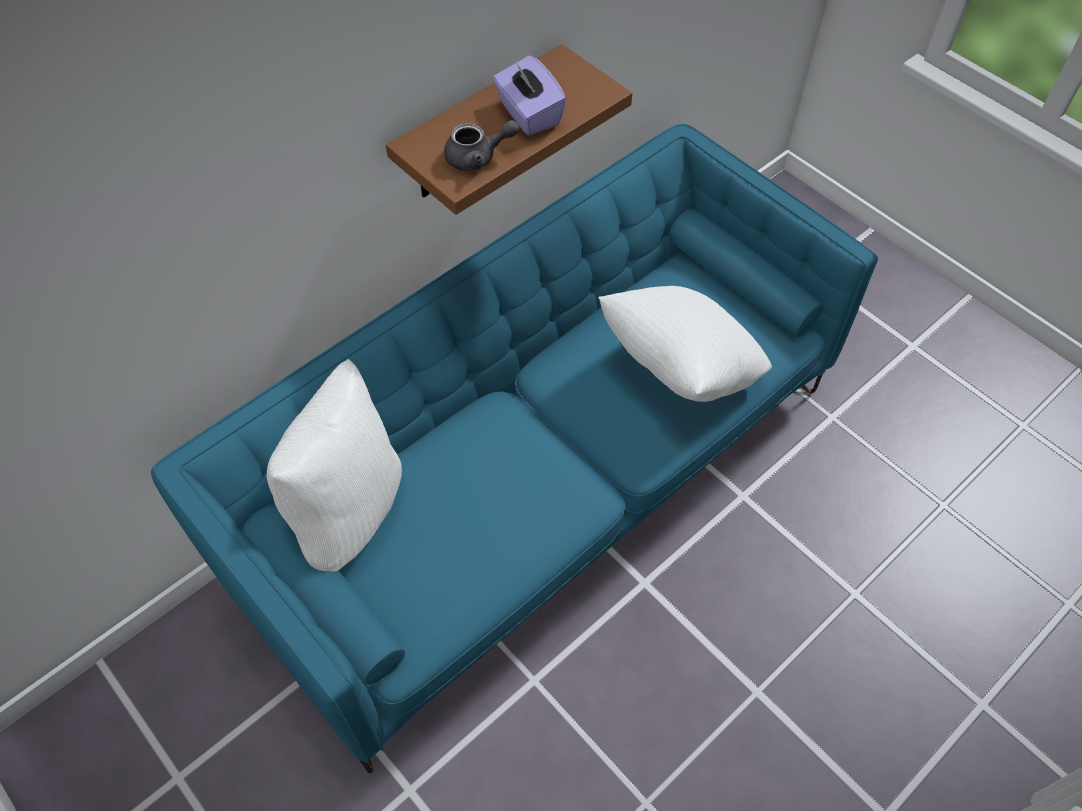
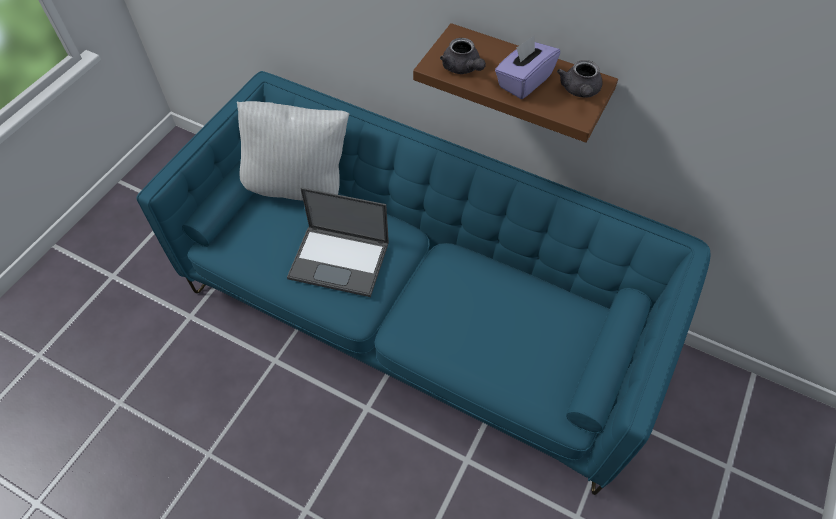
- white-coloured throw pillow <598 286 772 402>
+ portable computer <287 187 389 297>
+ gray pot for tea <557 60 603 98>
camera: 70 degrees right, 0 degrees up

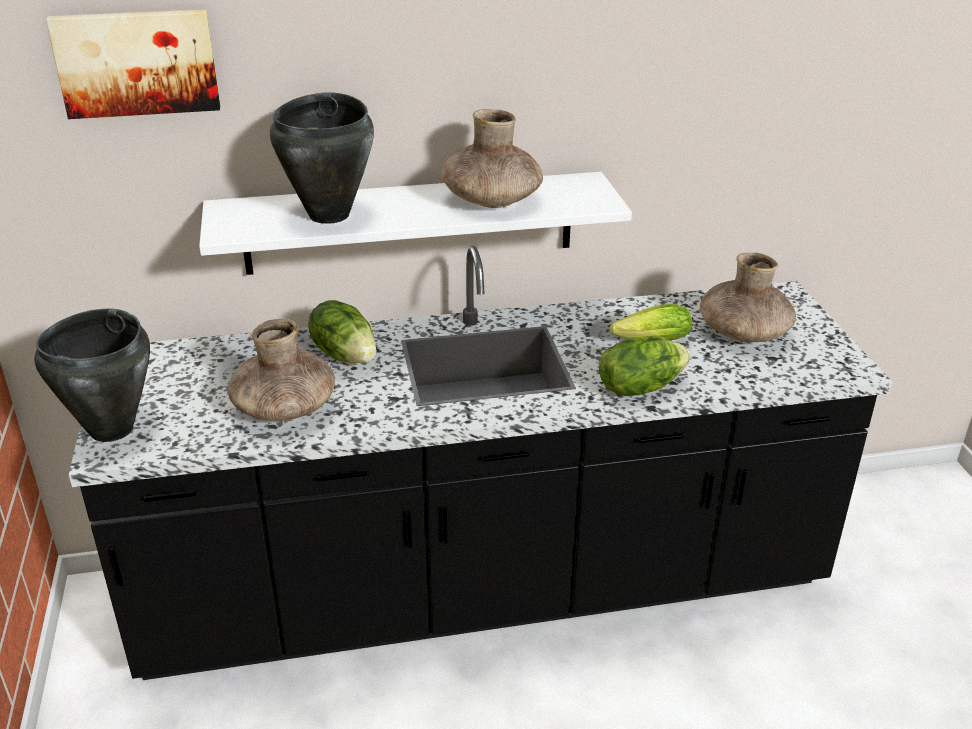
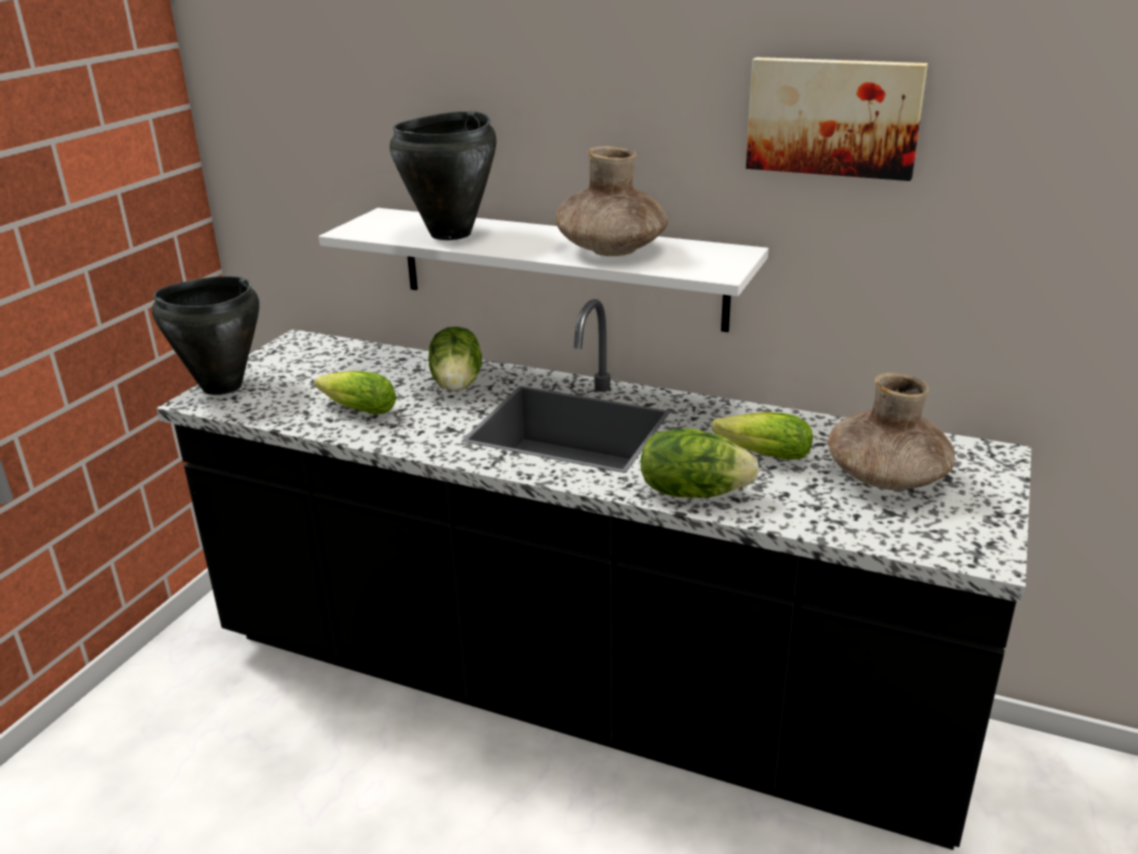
~ wall art <46 9 220 119> to <746 57 928 181>
~ brownish vase <227 318 335 421> to lettuce <314 371 396 415>
camera: 35 degrees right, 5 degrees down

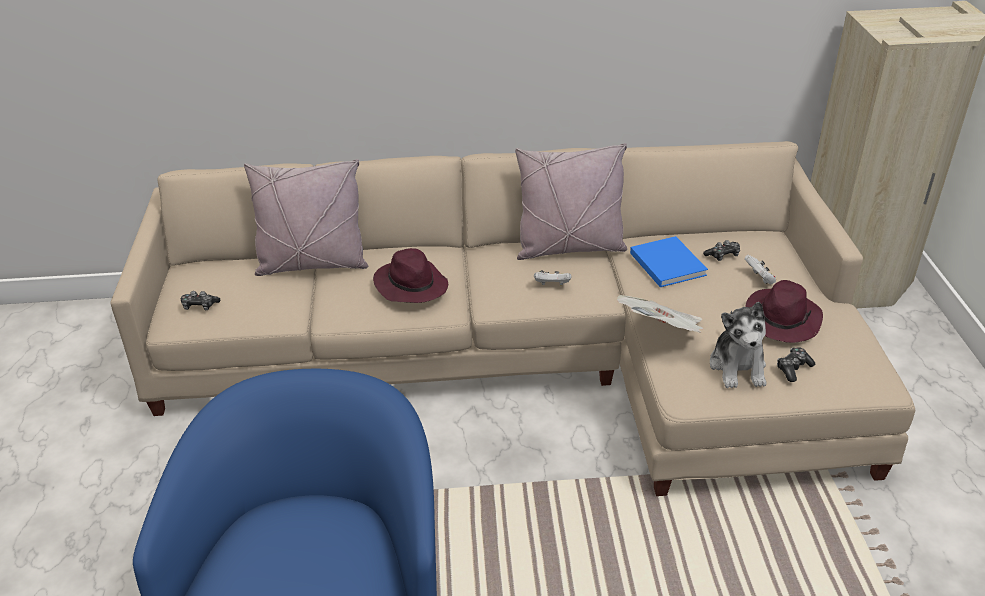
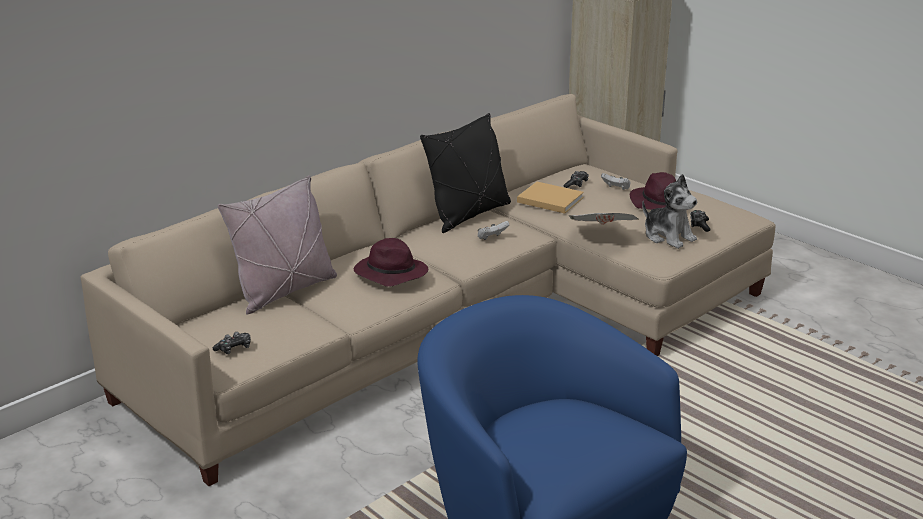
~ purple-coloured throw pillow <515 143 627 260> to blackish throw pillow <420 113 511 233>
~ blue-coloured bound book <630 236 708 287> to beige bound book <517 182 584 214>
camera: 40 degrees left, 10 degrees down

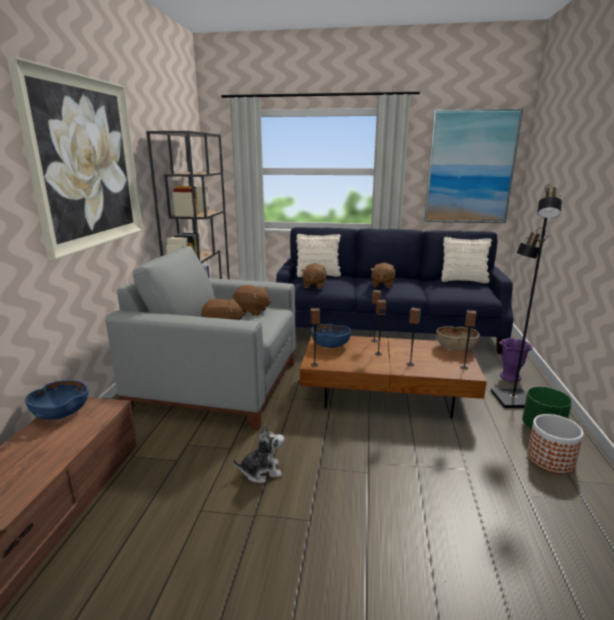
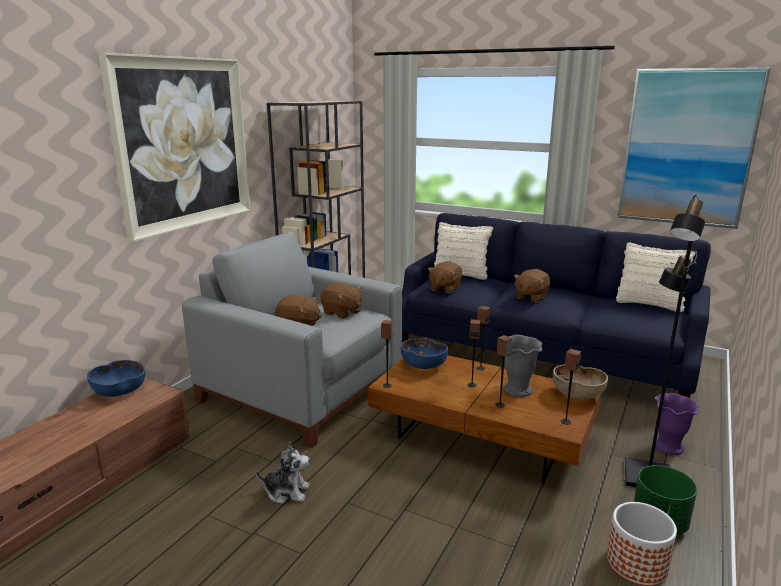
+ gray vase <504 335 543 397>
camera: 20 degrees right, 0 degrees up

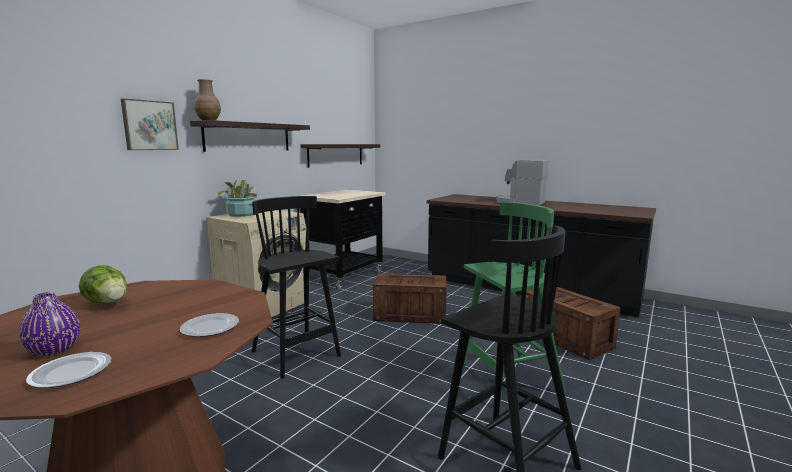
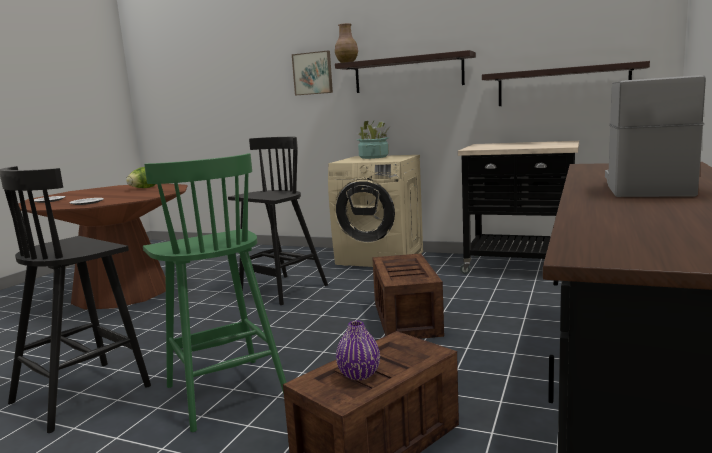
~ purple-coloured vase <19 292 80 356> to <336 321 380 380>
camera: 80 degrees right, 0 degrees up

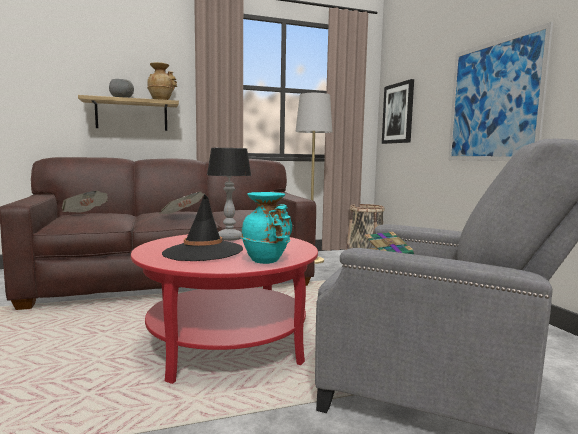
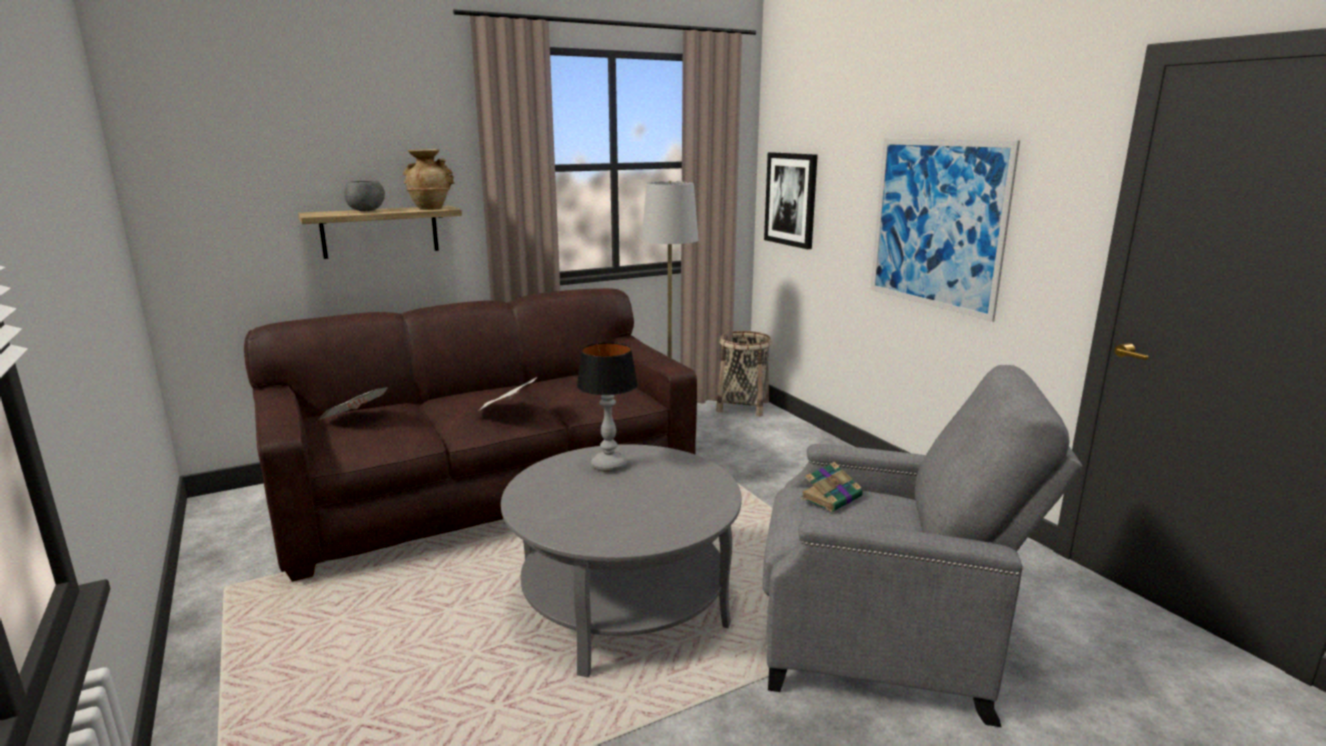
- blackish wearable hat <162 194 243 261>
- turquoise-coloured vase <240 192 292 264>
~ reddish coffee table <131 234 318 384> to gray coffee table <501 444 742 678>
camera: 10 degrees left, 10 degrees up

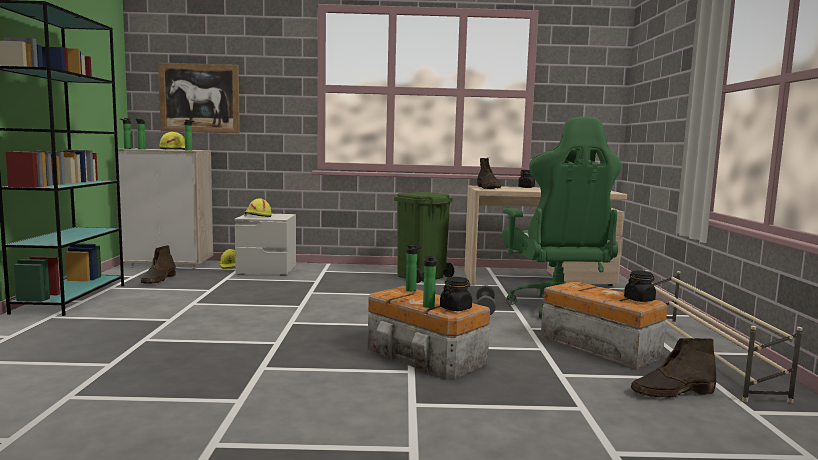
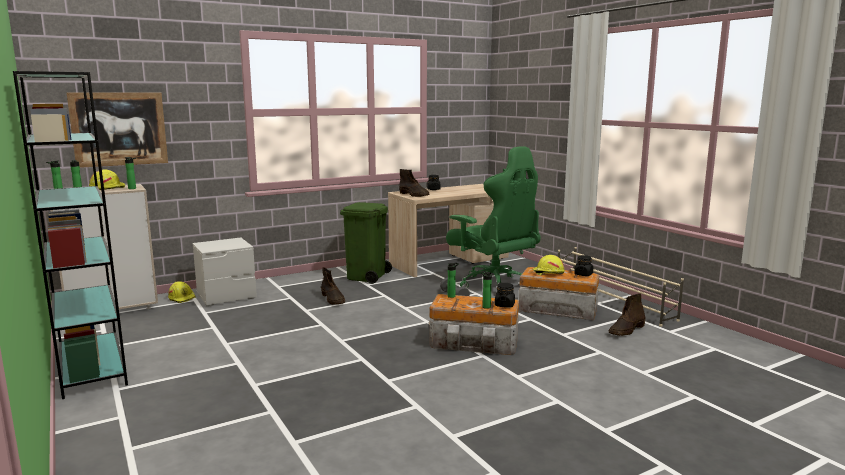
~ brownish tall boot <141 245 176 284> to <321 267 345 304>
~ yellow-coloured work helmet <244 198 272 217> to <532 255 565 275>
camera: 30 degrees left, 5 degrees up

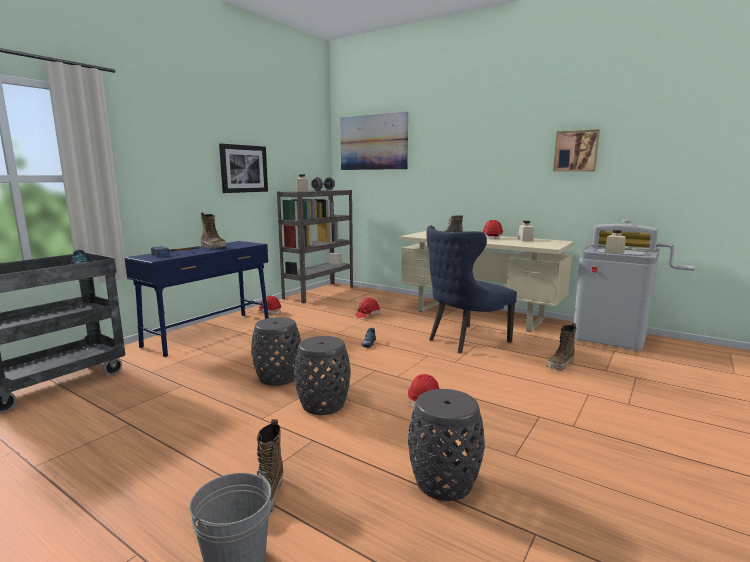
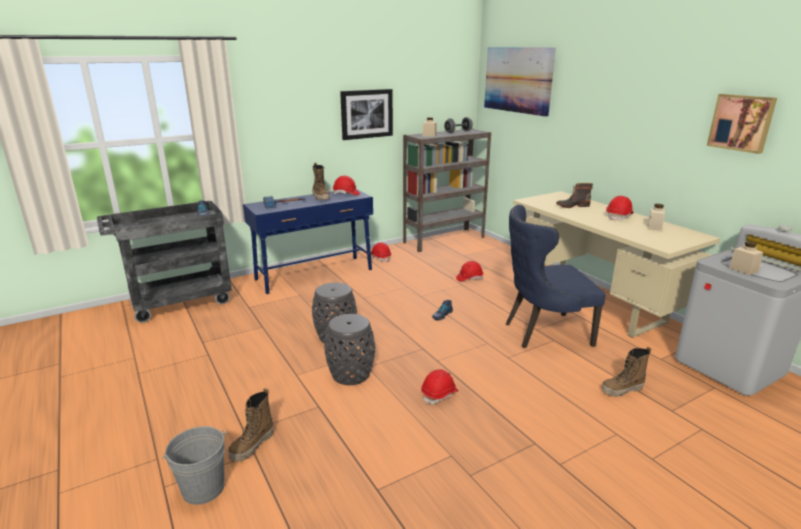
- gray sitting stool <408 389 485 501>
+ reddish work helmet <333 176 360 196>
camera: 25 degrees right, 10 degrees up

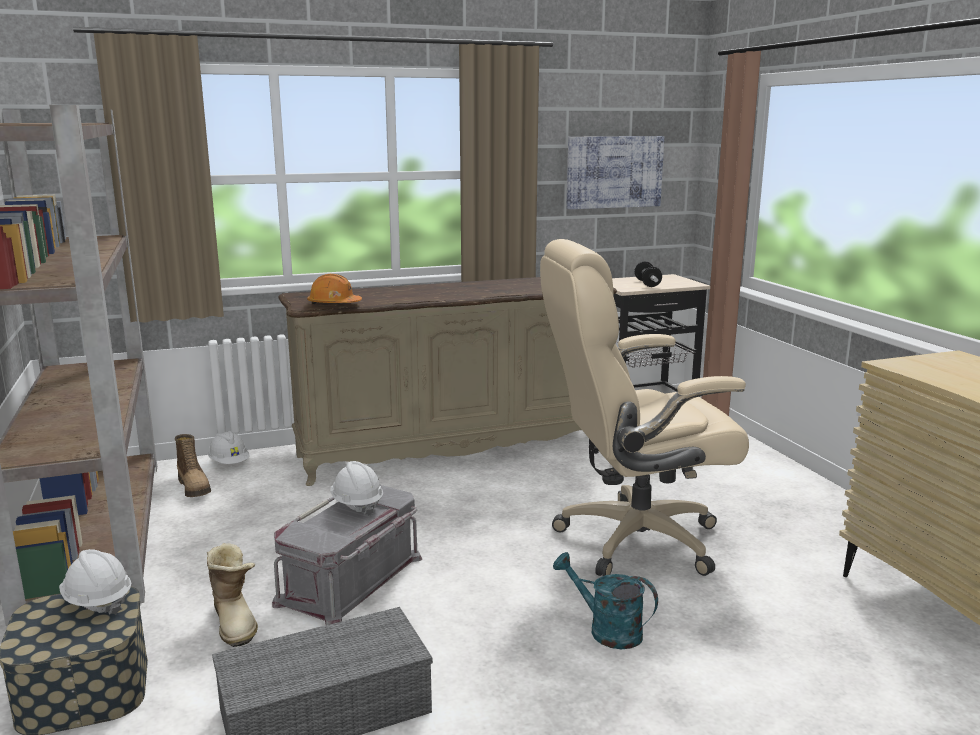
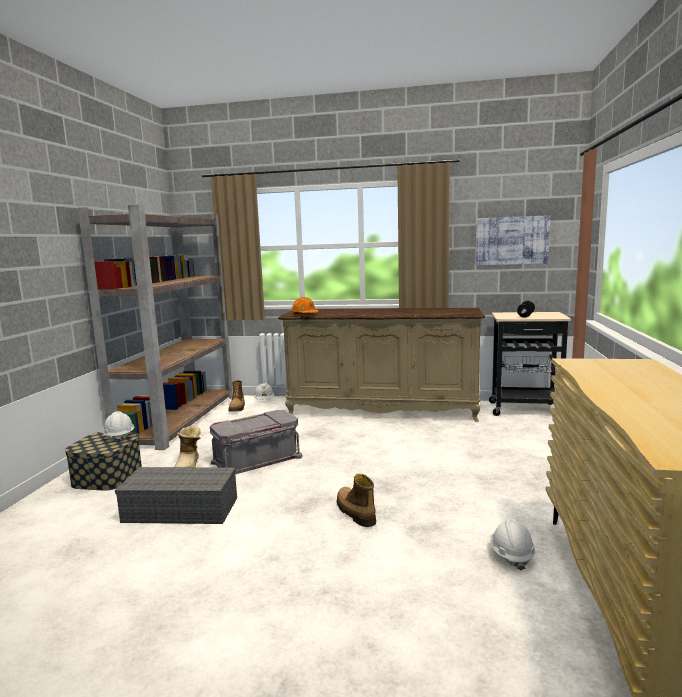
- beige computer chair <540 239 749 576>
~ white-coloured work helmet <330 461 383 516> to <490 518 535 571>
~ turquoise-coloured watering pot <553 552 658 649> to tall boot <337 474 376 527>
camera: 30 degrees right, 5 degrees down

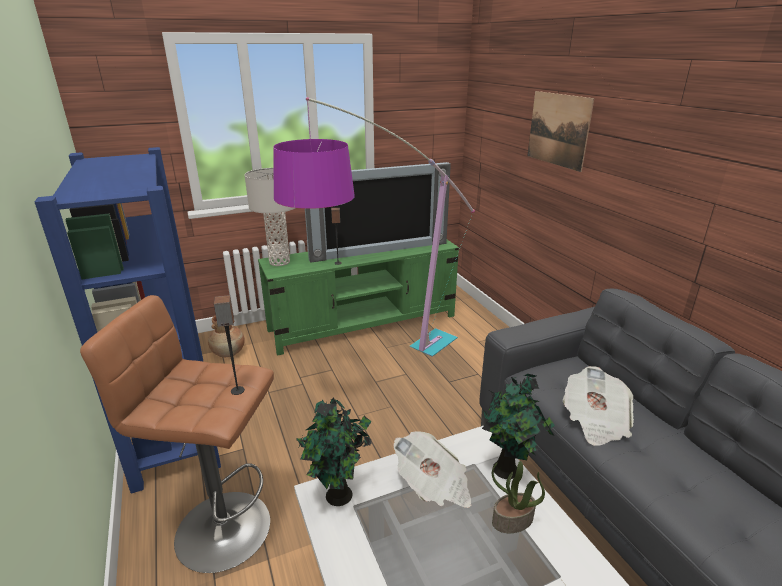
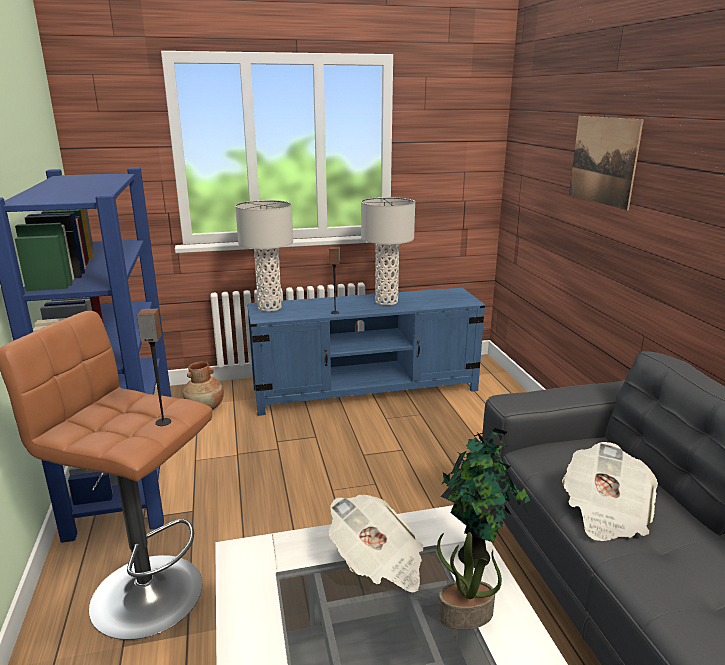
- standard lamp <273 97 475 357>
- houseplant <296 397 372 506>
~ TV set <305 162 451 263> to white-coloured tabletop lamp <361 197 415 305>
~ green-coloured media console <258 240 459 356> to blue-coloured media console <247 288 485 416>
camera: 10 degrees right, 5 degrees down

